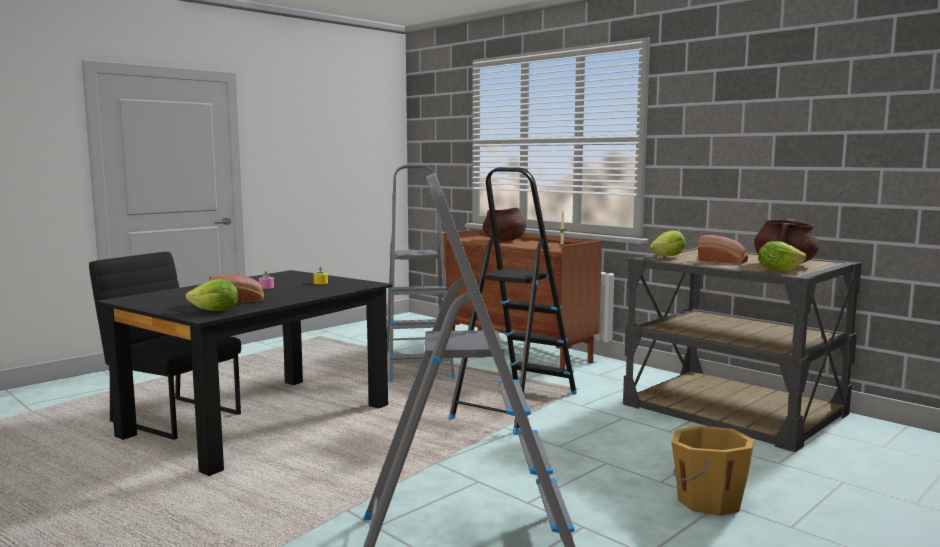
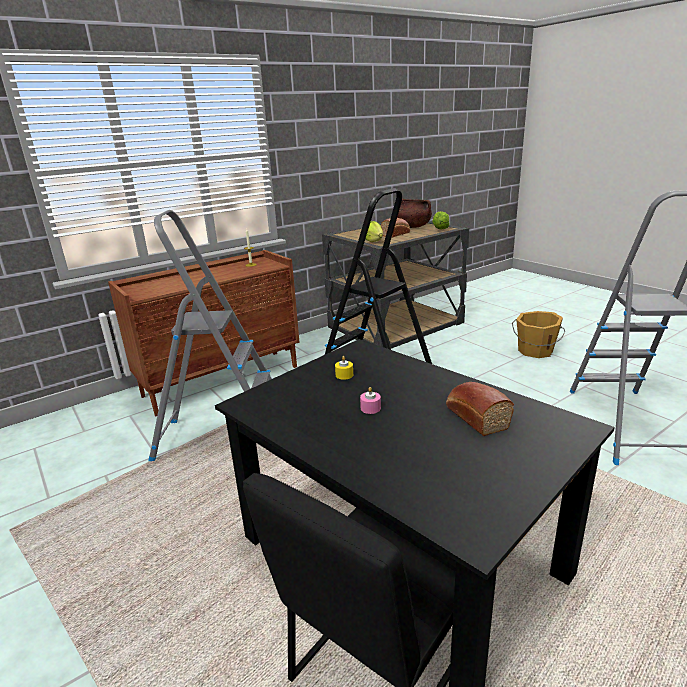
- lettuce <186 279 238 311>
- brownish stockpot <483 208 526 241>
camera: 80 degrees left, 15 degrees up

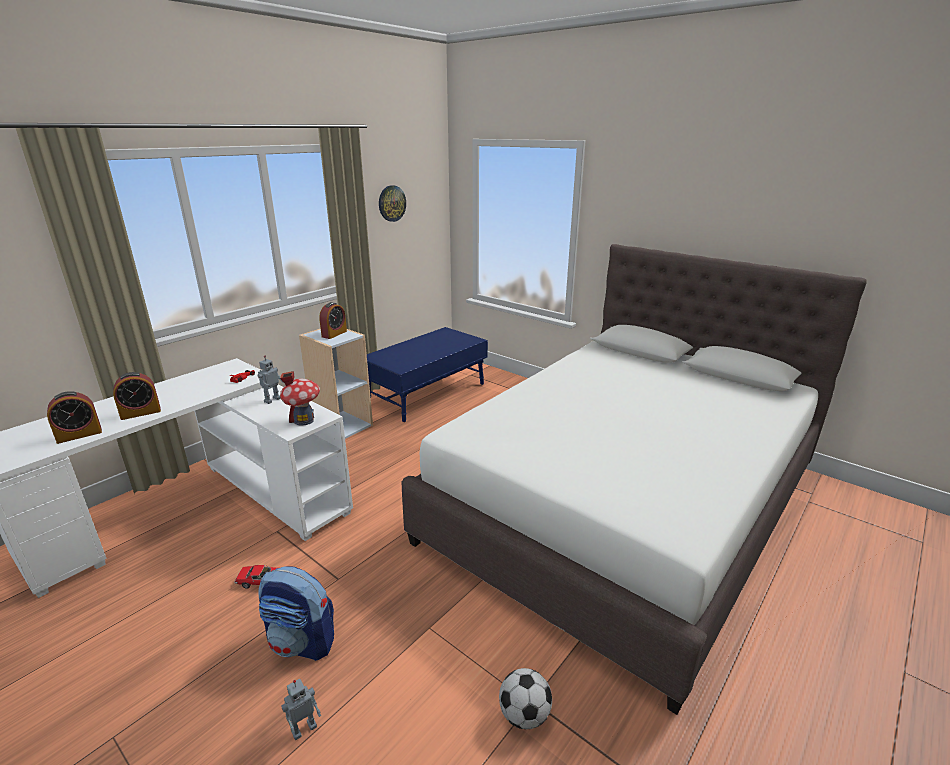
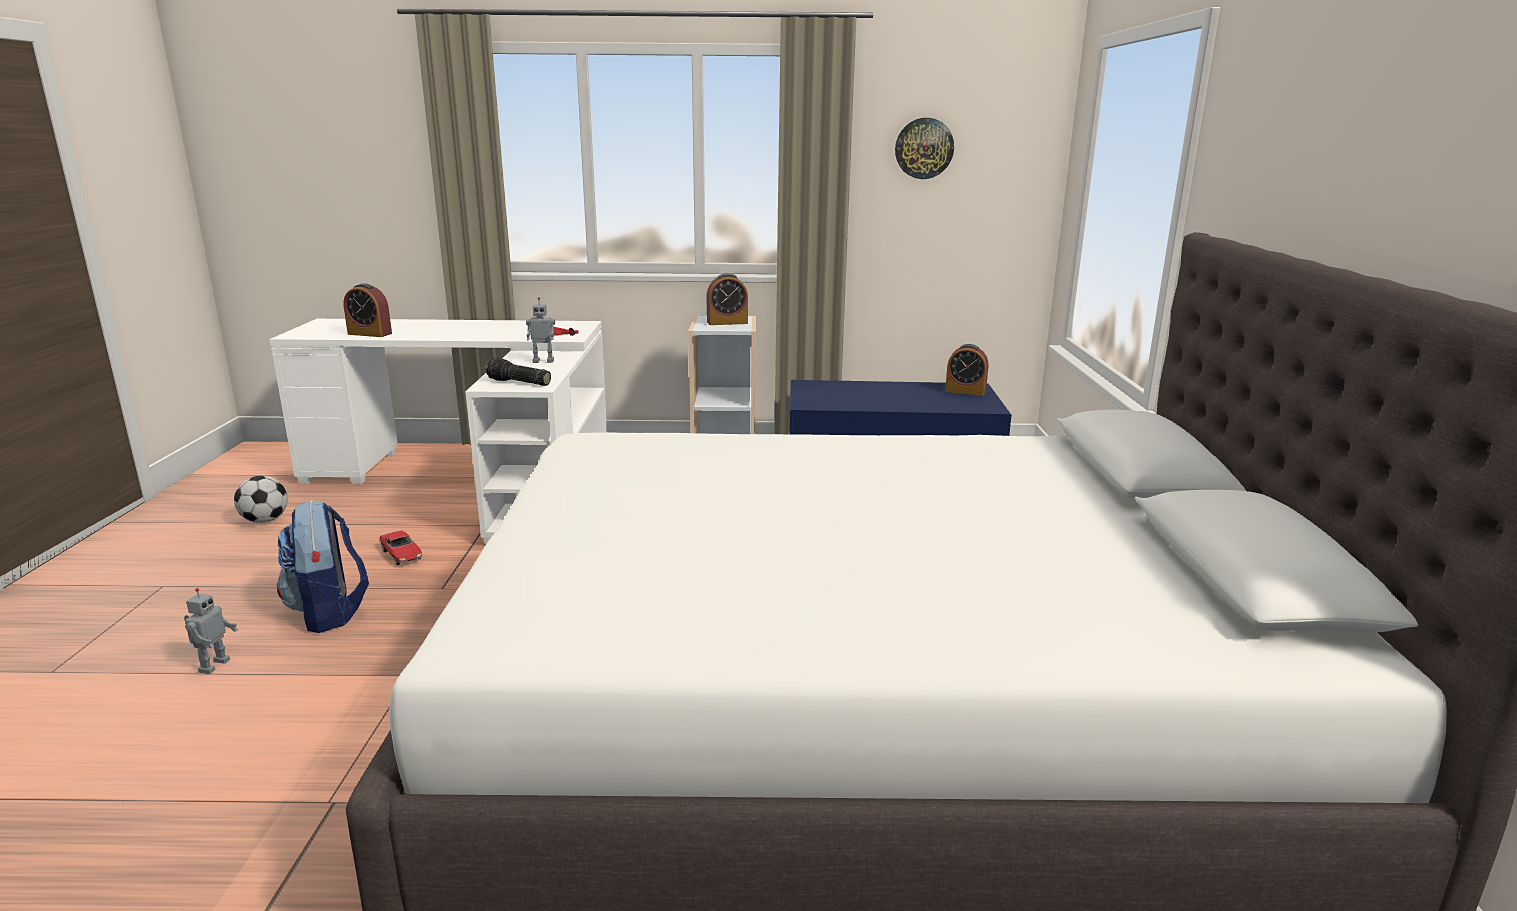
~ table clock <113 372 161 420> to <945 344 988 396>
~ ball for football <499 668 552 729> to <234 476 288 523>
~ miniature house <280 371 320 425> to torch <486 358 551 386>
~ model robot <281 679 321 740> = <184 588 238 674> 90 degrees counterclockwise
camera: 50 degrees right, 5 degrees down

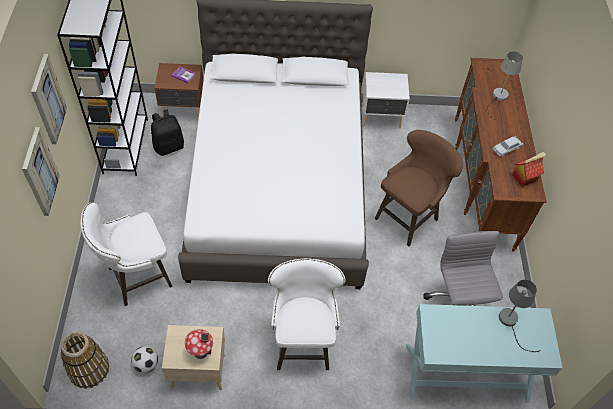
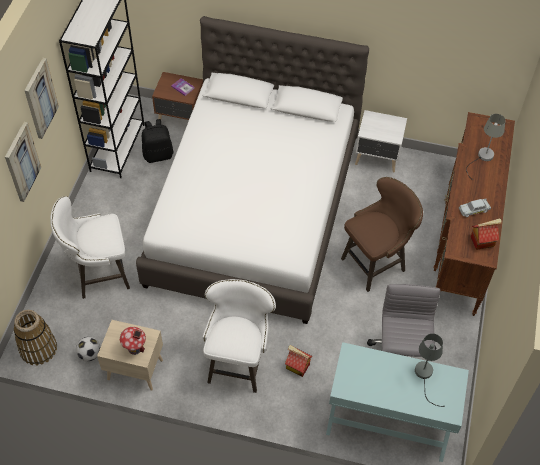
+ miniature house <285 345 312 377>
camera: 15 degrees right, 0 degrees up

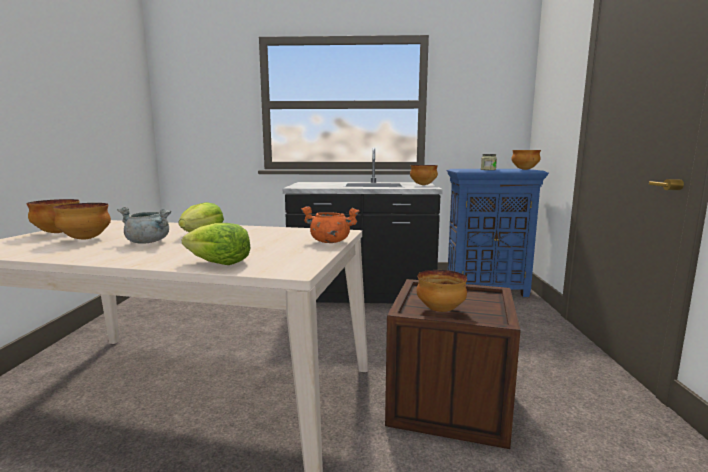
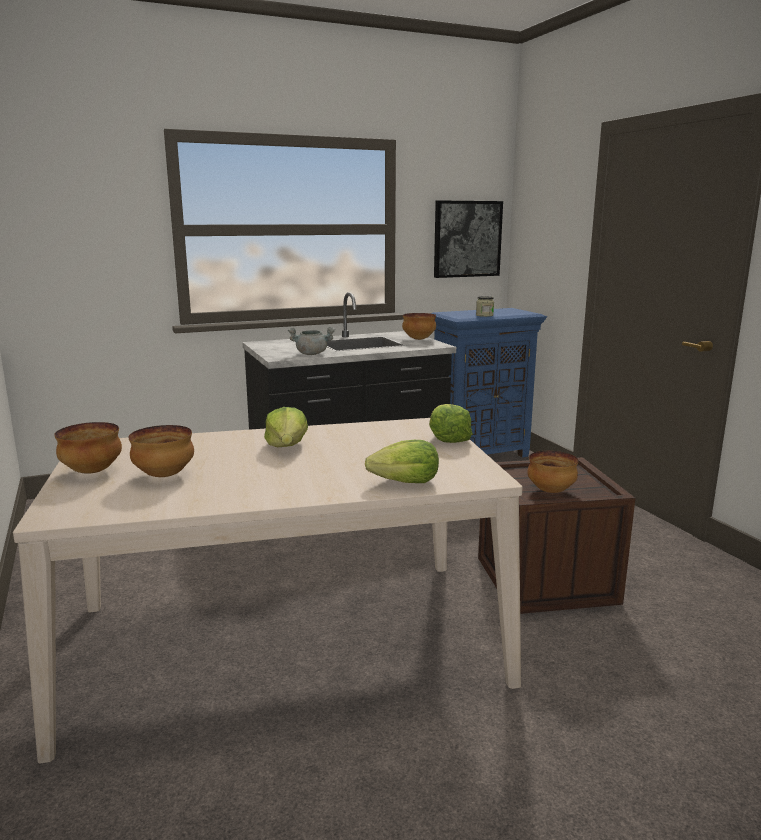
- serving bowl <511 150 541 170>
+ wall art <434 200 503 278>
~ gray stockpot <117 207 171 244> to <288 327 335 355>
~ orangey stockpot <301 206 359 243> to lettuce <429 404 473 443>
camera: 25 degrees left, 5 degrees up

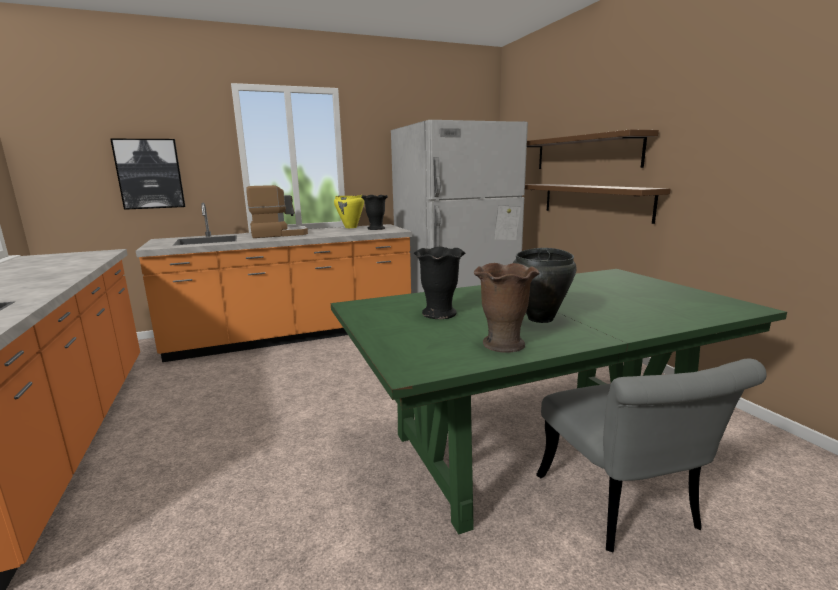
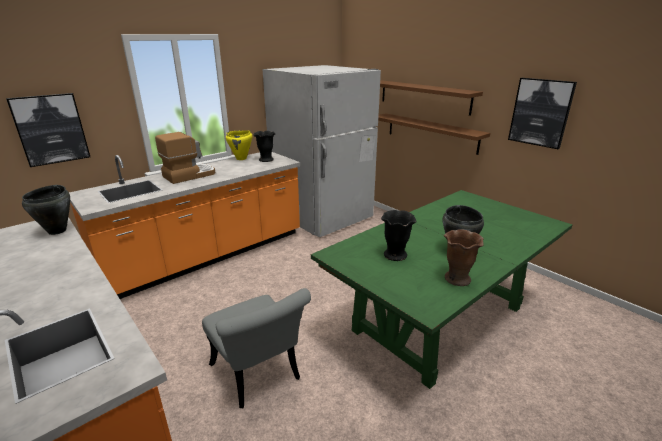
+ blackish stockpot <22 185 70 235>
+ wall art <508 78 577 149>
~ gray plain chair <536 359 767 553> to <202 288 311 408>
camera: 20 degrees left, 10 degrees up

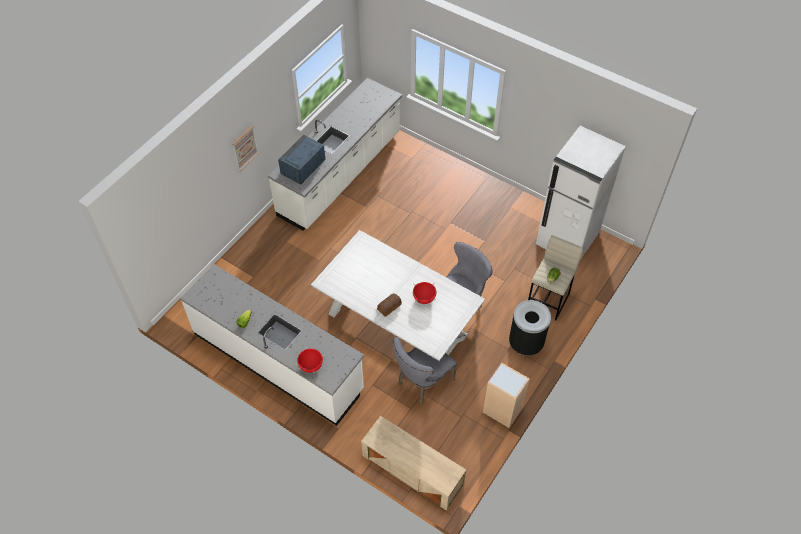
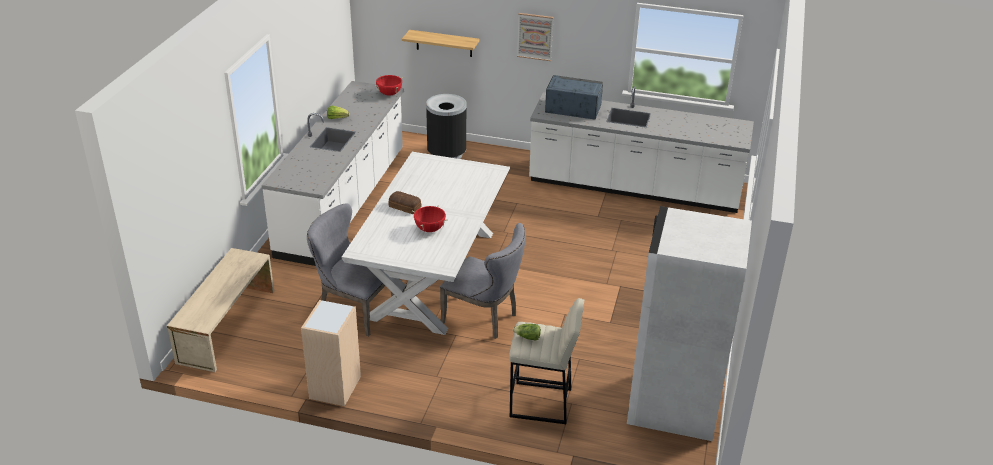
+ bracket shelf <402 30 479 57>
~ reddish stockpot <295 347 325 373> to <375 75 403 96>
~ blackish waste bin <509 300 551 356> to <426 94 466 159>
camera: 70 degrees right, 20 degrees down

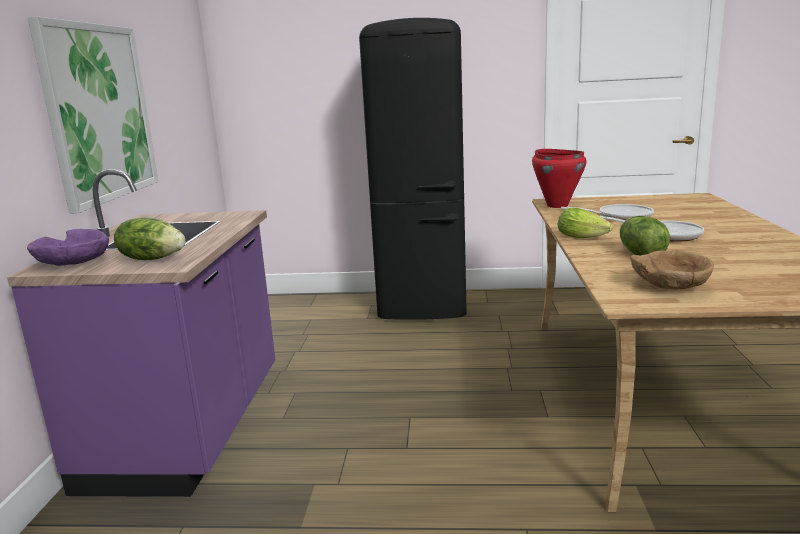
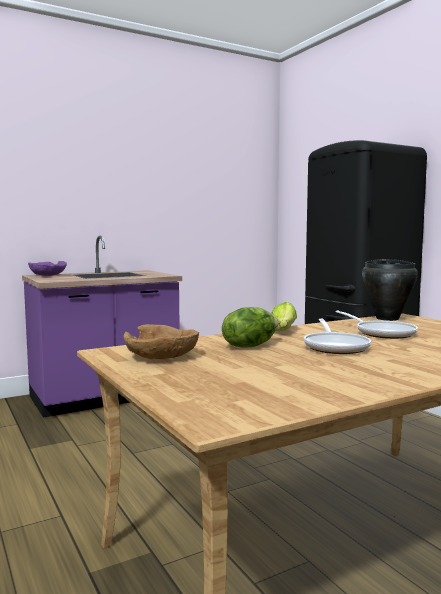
- wall art <28 17 159 214>
- lettuce <114 217 186 260>
~ reddish stockpot <532 149 586 208> to blackish stockpot <362 259 418 321>
camera: 55 degrees right, 10 degrees down

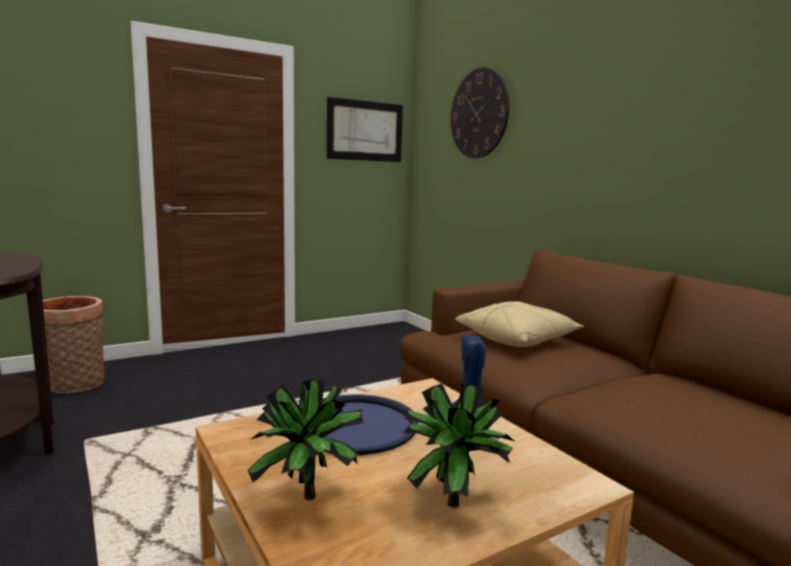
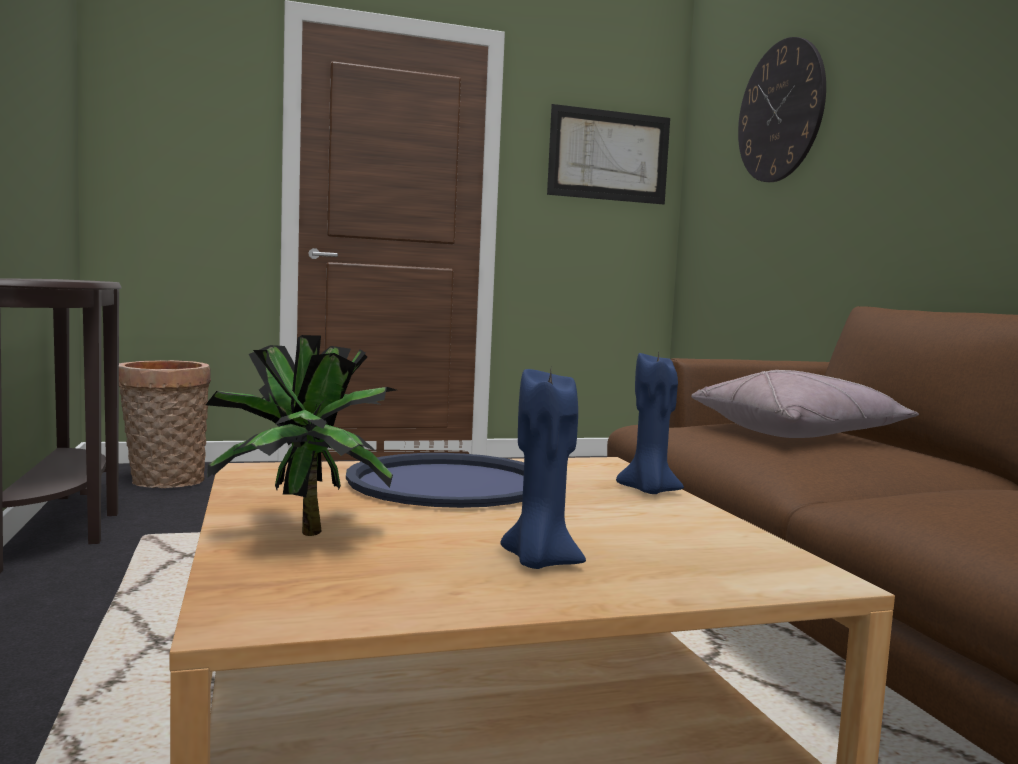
~ houseplant <403 383 515 507> to blue-coloured wax candle <500 369 586 569>
~ beige throw pillow <455 301 584 347> to purple-coloured throw pillow <691 370 919 438>
camera: 15 degrees right, 5 degrees down

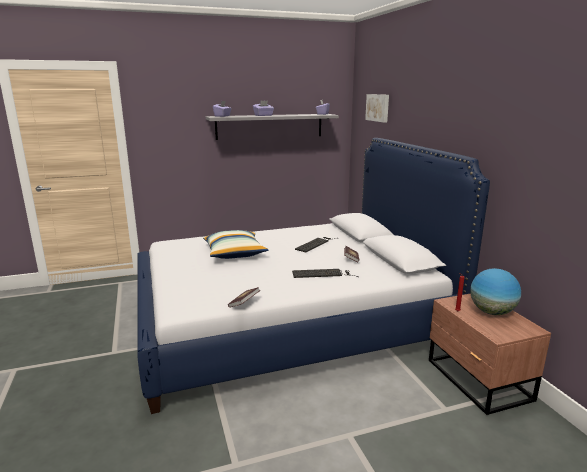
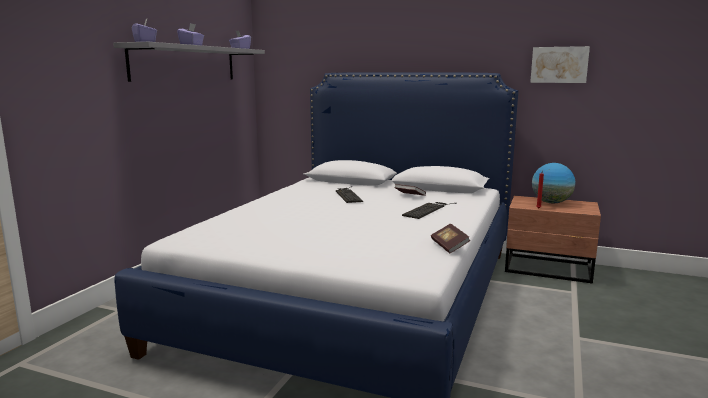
- throw pillow <203 230 268 259>
~ wall art <365 94 389 123> to <530 46 590 83>
camera: 50 degrees left, 5 degrees down

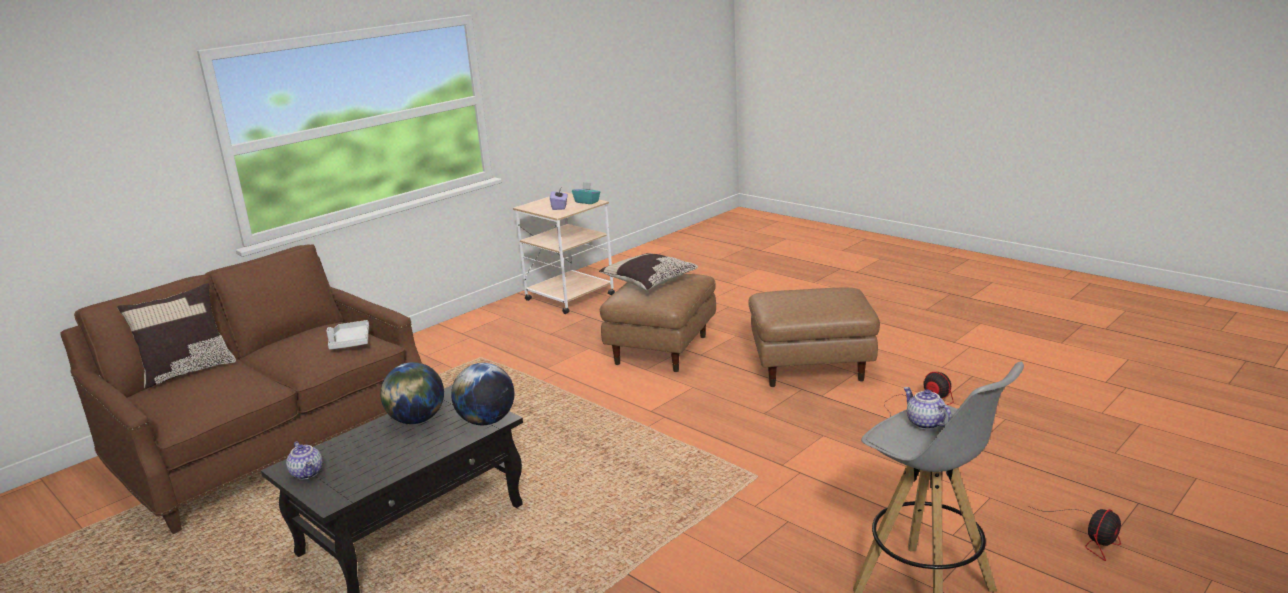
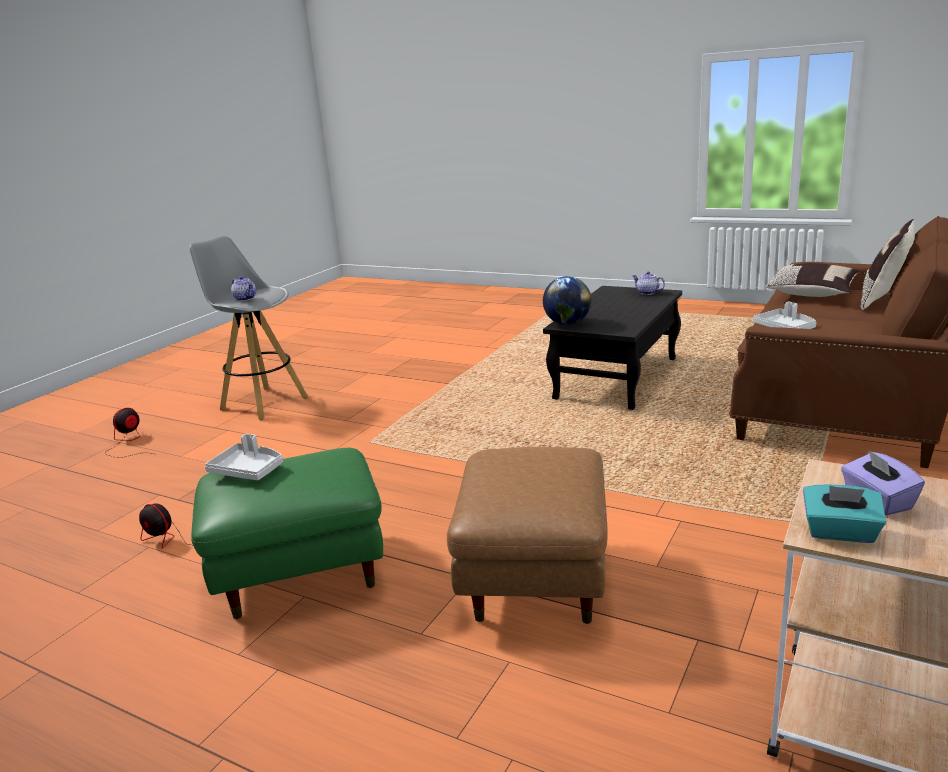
- desk globe <381 362 444 424>
+ gray serving tray <205 434 283 480>
~ throw pillow <599 253 698 291> to <765 263 859 297>
~ brownish footrest <749 288 880 387> to green-coloured footrest <191 448 383 619>
camera: 165 degrees right, 0 degrees up

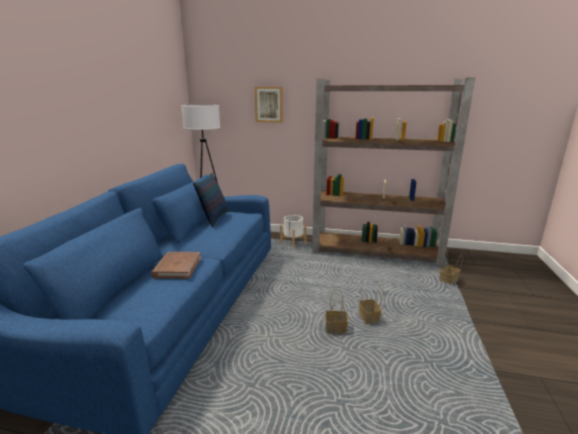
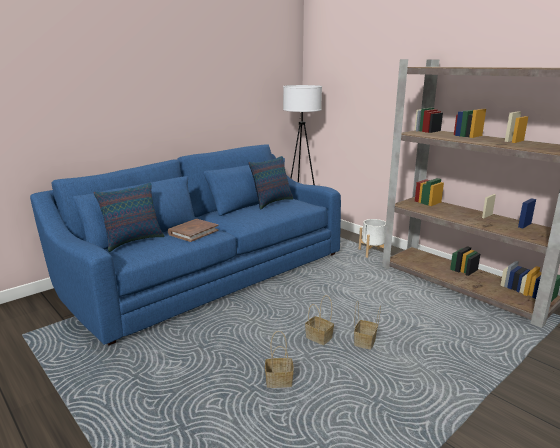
- wall art <255 87 283 123>
+ blue-coloured throw pillow <93 183 165 252>
~ basket <439 249 463 285> to <265 331 294 388>
camera: 35 degrees right, 0 degrees up

